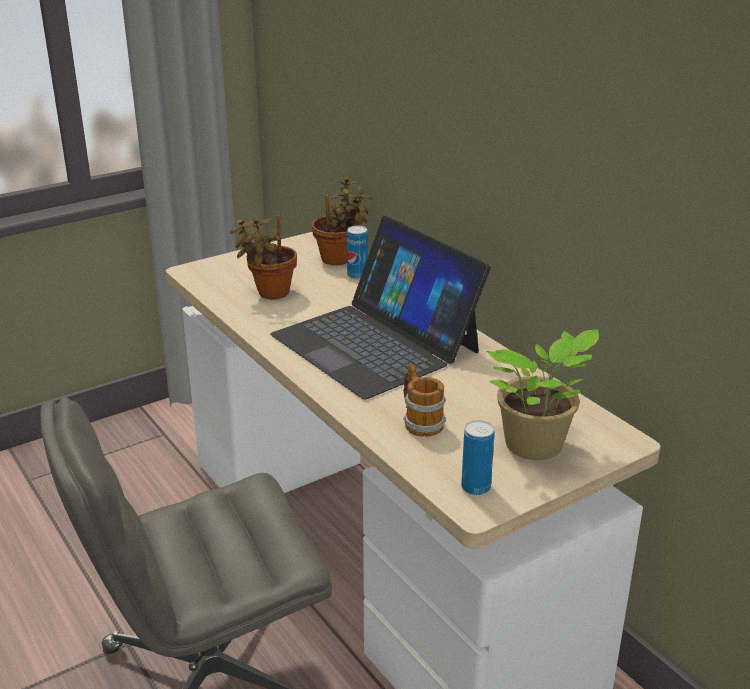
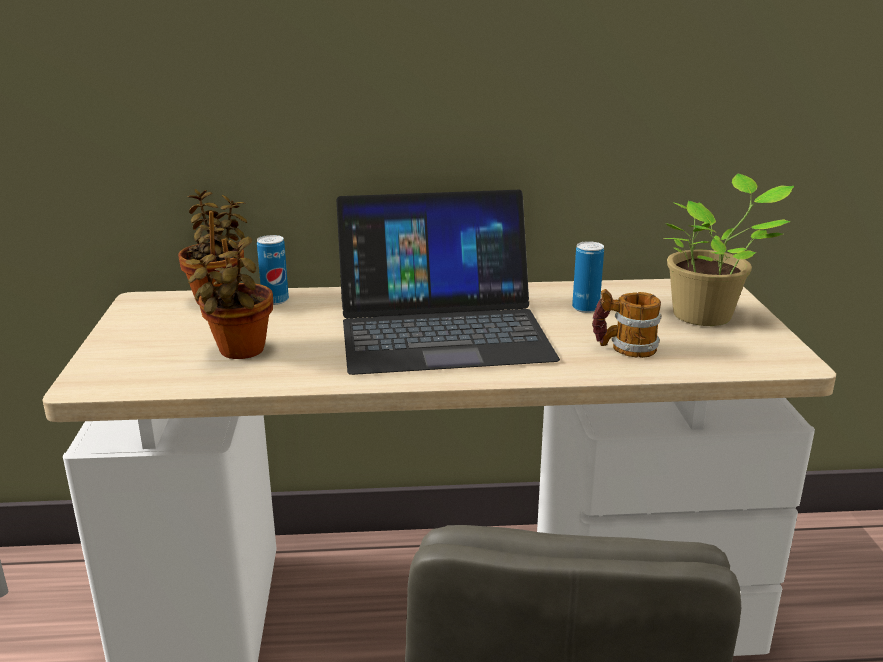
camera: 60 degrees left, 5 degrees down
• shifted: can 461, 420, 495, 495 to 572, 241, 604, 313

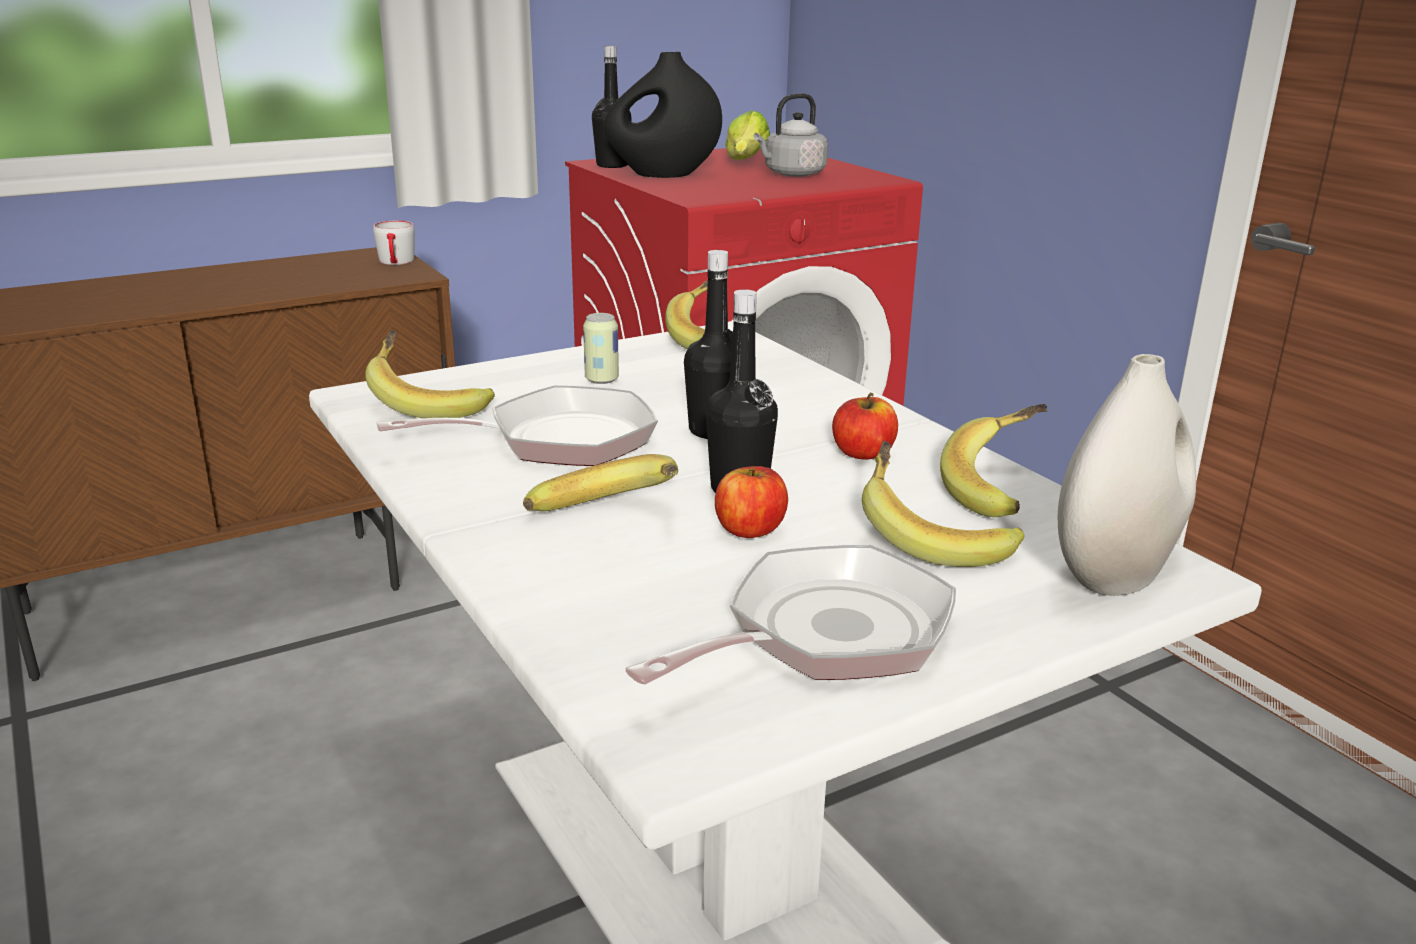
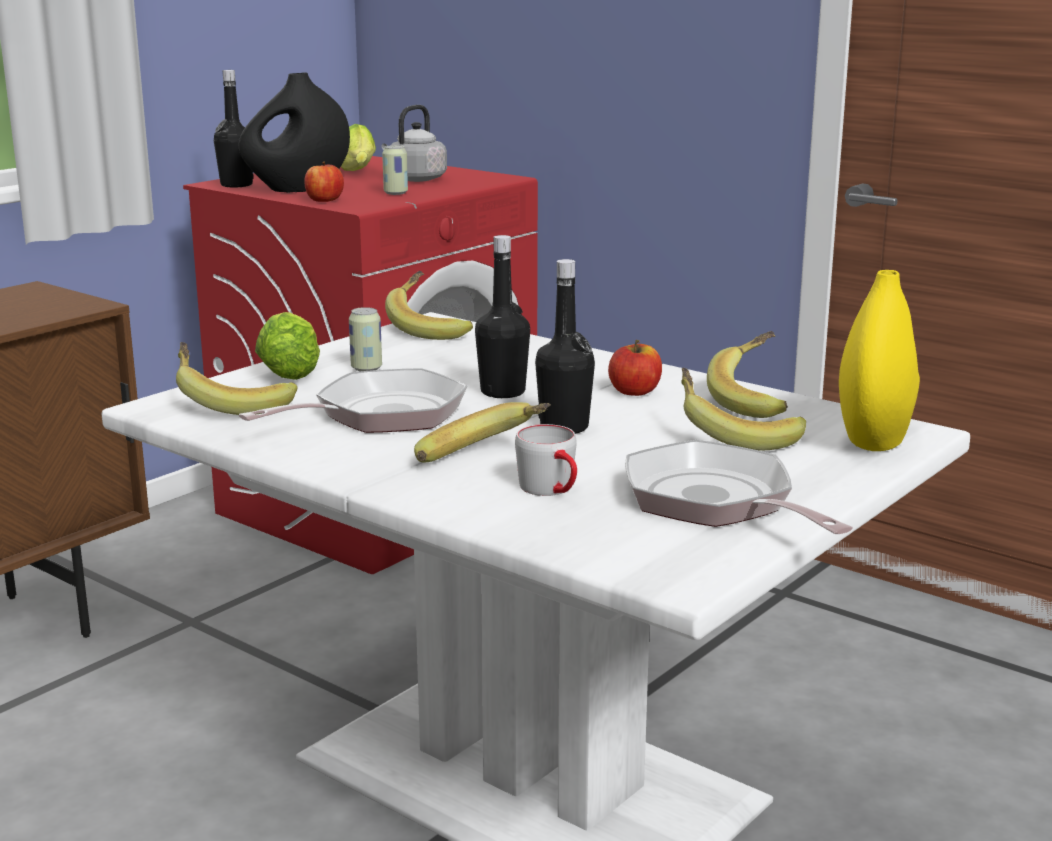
camera: 20 degrees left, 5 degrees down
• new: lettuce 255, 312, 320, 380
• shifted: apple 715, 466, 788, 538 to 304, 161, 344, 202
• new: can 382, 145, 408, 195
• shifted: mug (grey) 373, 221, 415, 265 to 515, 424, 577, 496
• rotated: frying pan 625, 545, 956, 685 = 625, 440, 853, 534 60 degrees counterclockwise
• repainted: vase (white) 1058, 354, 1196, 596 to vase (yellow) 839, 270, 920, 451

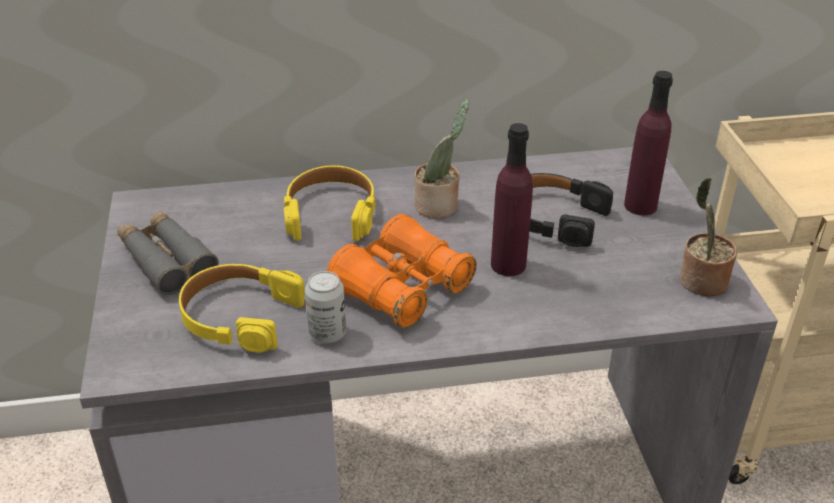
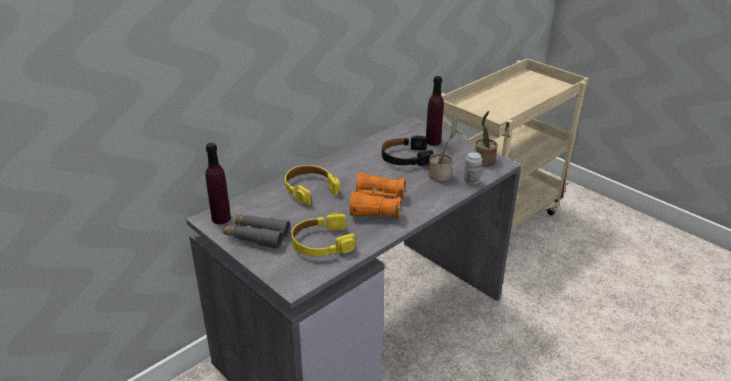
camera: 35 degrees left, 5 degrees down
• shifted: bottle (purple) 491, 123, 533, 276 to 206, 143, 231, 224
• shifted: potted plant 415, 99, 469, 218 to 428, 116, 457, 182
• shifted: can 305, 271, 346, 343 to 463, 152, 482, 185

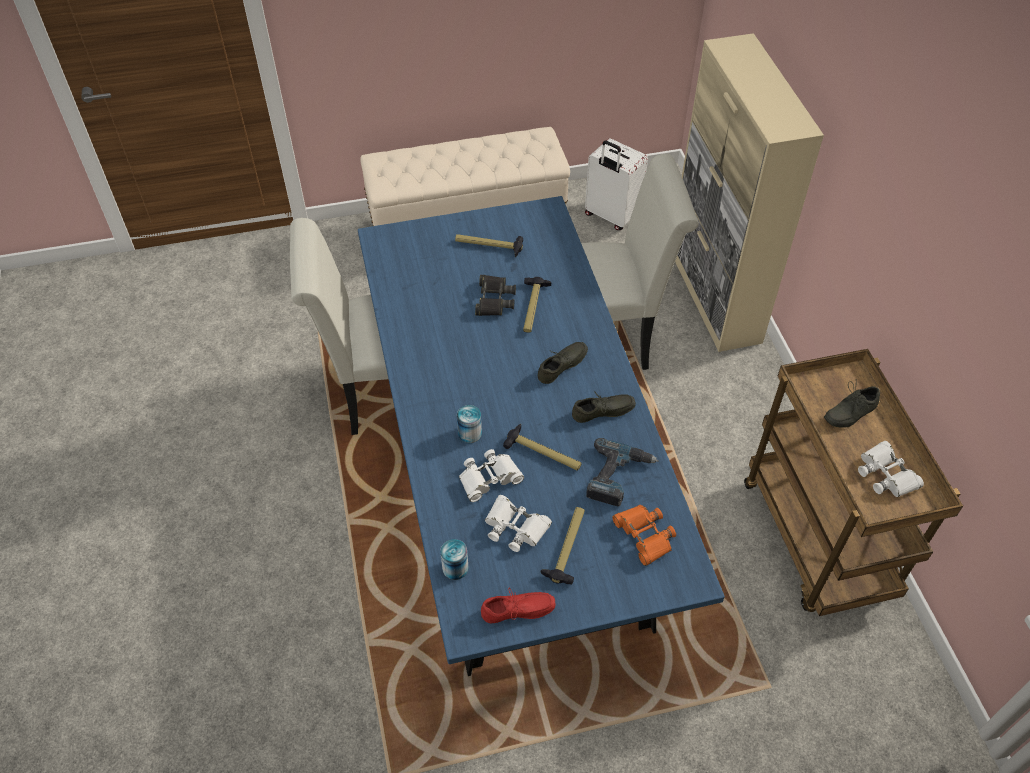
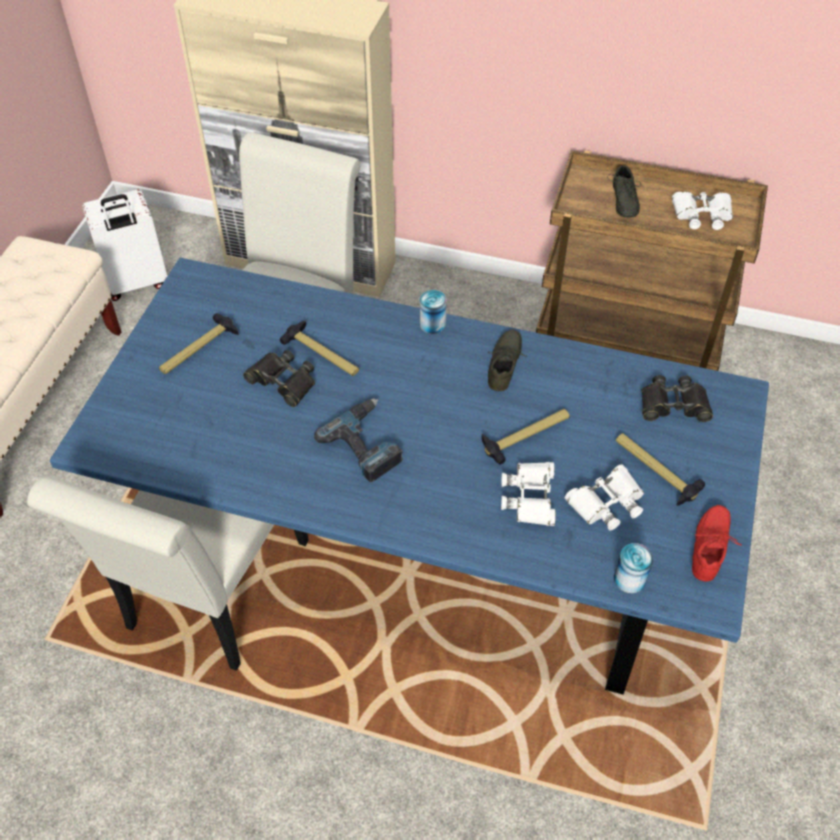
camera: 60 degrees left, 0 degrees up
• shifted: power drill 586, 438, 659, 507 to 314, 399, 403, 482
• shifted: can 457, 405, 482, 443 to 420, 290, 447, 334
• repainted: binoculars (orange) 612, 505, 676, 566 to binoculars (black) 642, 375, 713, 422
• gone: shoe (grey) 538, 342, 588, 384

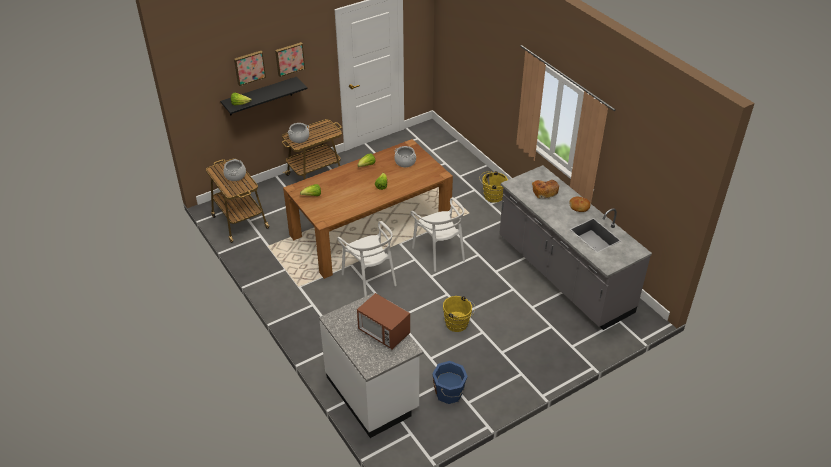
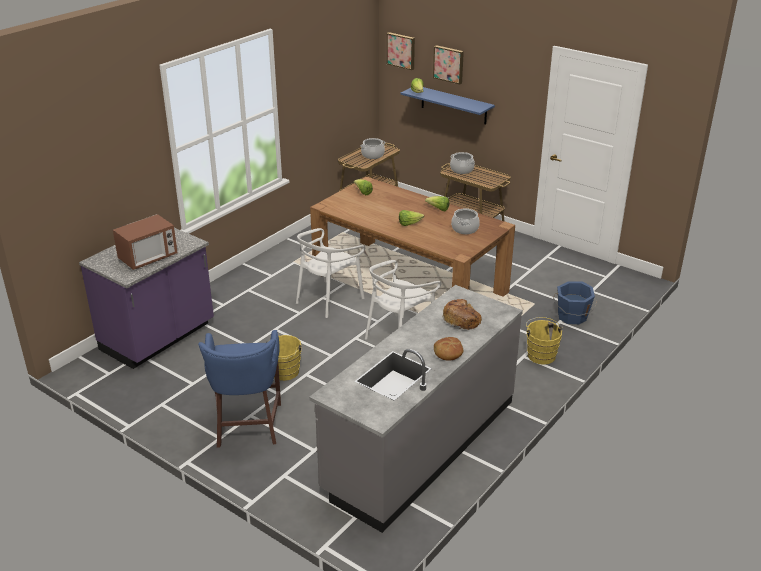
camera: 70 degrees right, 10 degrees down
• repainted: counter (white) 319, 293, 423, 438 to counter (purple) 79, 228, 214, 369
• rotated: microwave 357, 293, 410, 349 = 113, 214, 178, 270 150 degrees counterclockwise
• new: stool (blue) 198, 330, 281, 448
• shifted: picture 275, 42, 305, 77 to 387, 32, 415, 70
• repainted: shelf (black) 220, 77, 308, 116 to shelf (blue) 401, 87, 495, 125
• shifted: bucket (blue) 432, 361, 468, 404 to 553, 281, 597, 324

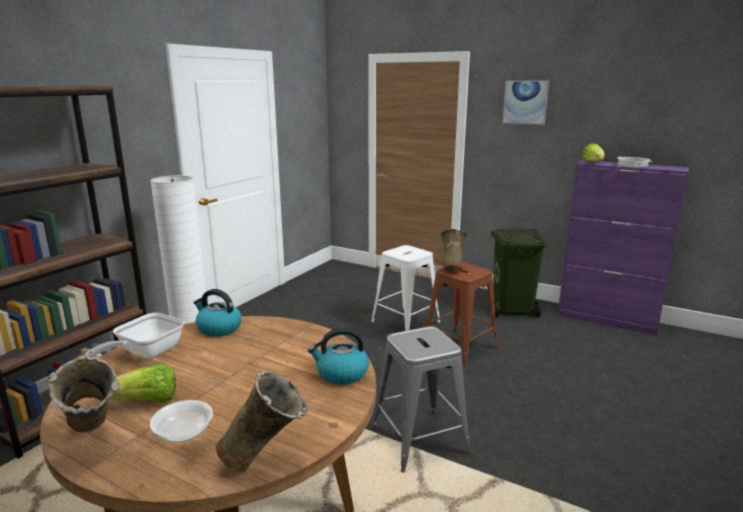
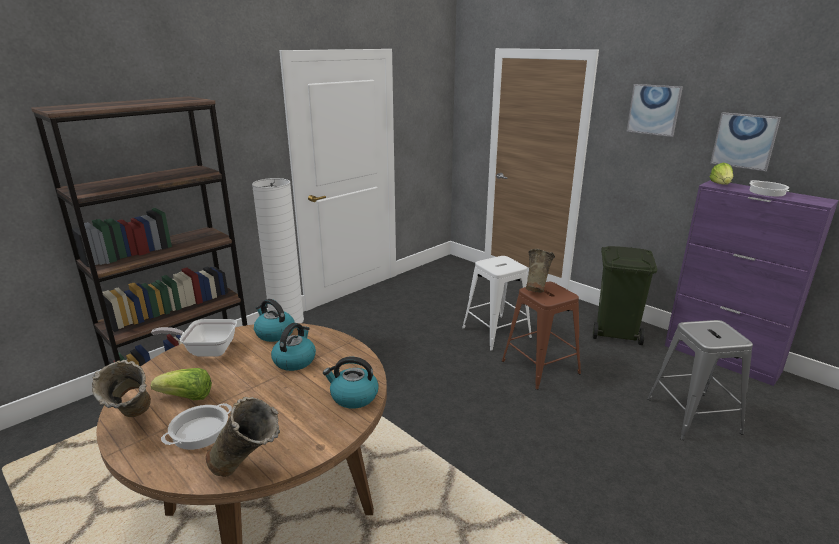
camera: 15 degrees right, 5 degrees up
• rotated: frying pan 85, 313, 184, 358 = 151, 319, 237, 357 45 degrees clockwise
• swapped: bowl 150, 400, 213, 442 to cooking pot 161, 403, 232, 450
• new: kettle 271, 323, 316, 371
• shifted: stool (grey) 372, 326, 471, 473 to 647, 320, 753, 440
• new: picture 710, 112, 781, 171

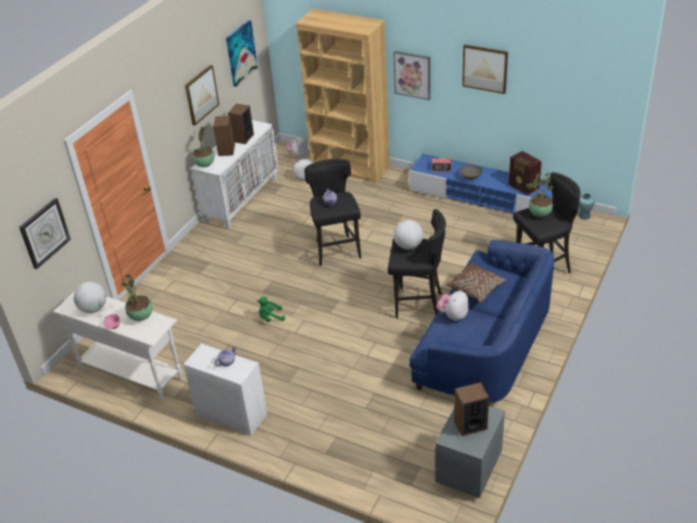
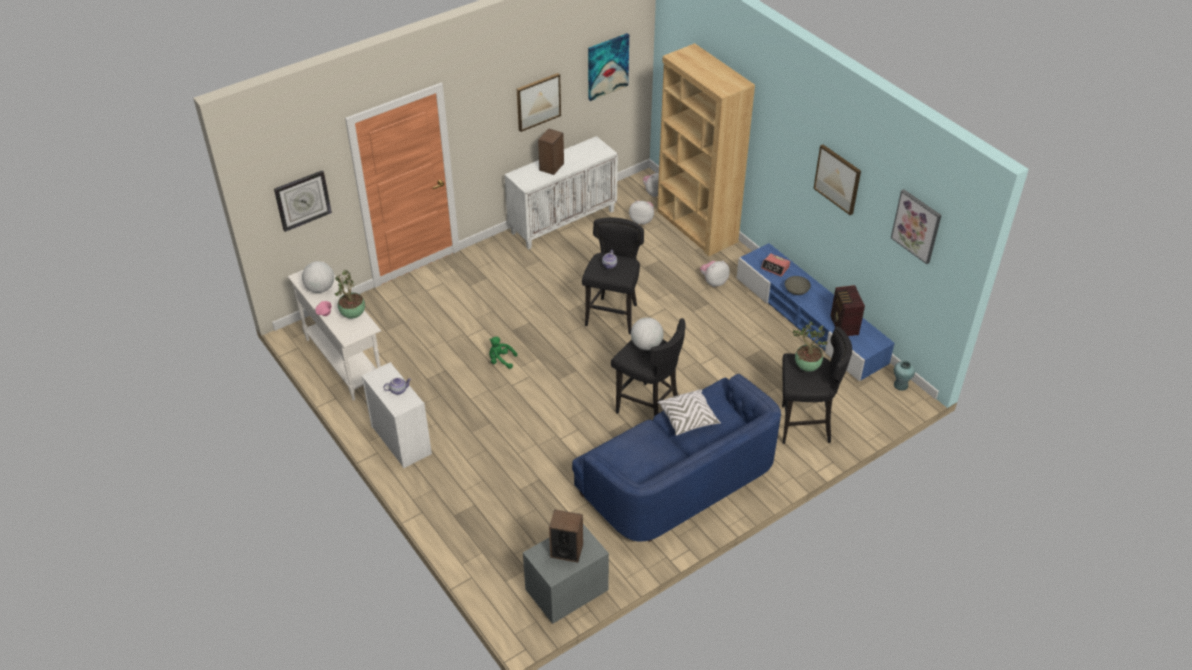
camera: 25 degrees right, 5 degrees up
• repainted: pillow (brown) 446, 263, 507, 303 to pillow (white) 657, 389, 721, 436
• shifted: plush toy 436, 290, 469, 321 to 700, 261, 730, 287
• shifted: picture 393, 51, 430, 100 to 891, 189, 942, 264
• gone: potted plant 193, 126, 214, 167
• gone: speaker 228, 104, 254, 144

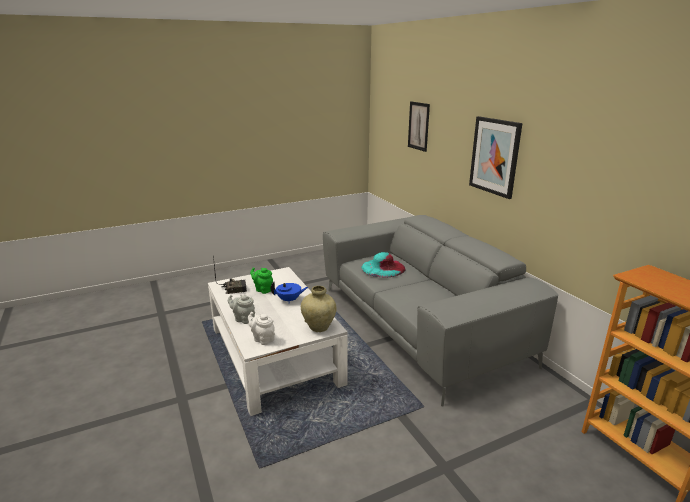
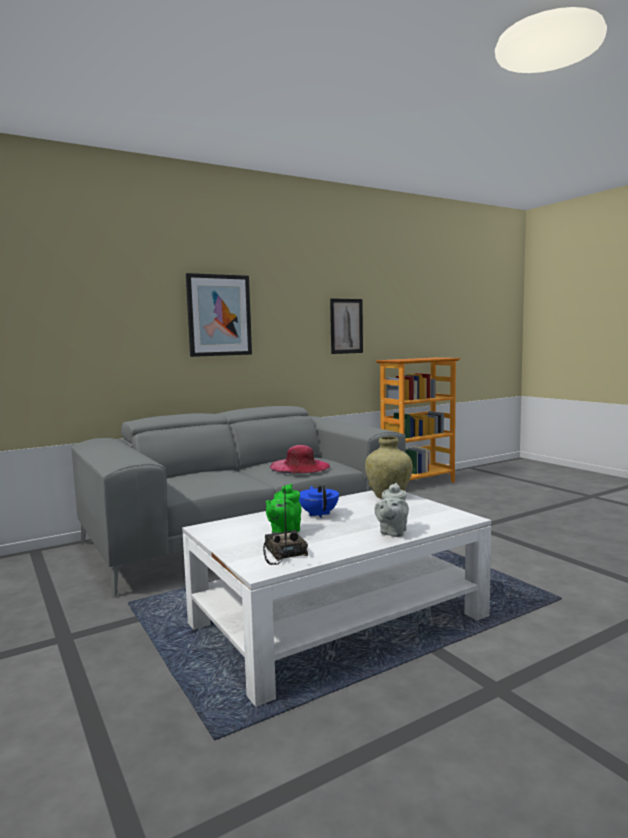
camera: 95 degrees left, 15 degrees down
• new: hat (pink) 270, 445, 330, 474
• shifted: picture 408, 101, 430, 152 to 330, 298, 363, 354
• gone: teapot (white) 248, 312, 275, 345
• gone: hat (turquoise) 361, 252, 406, 278

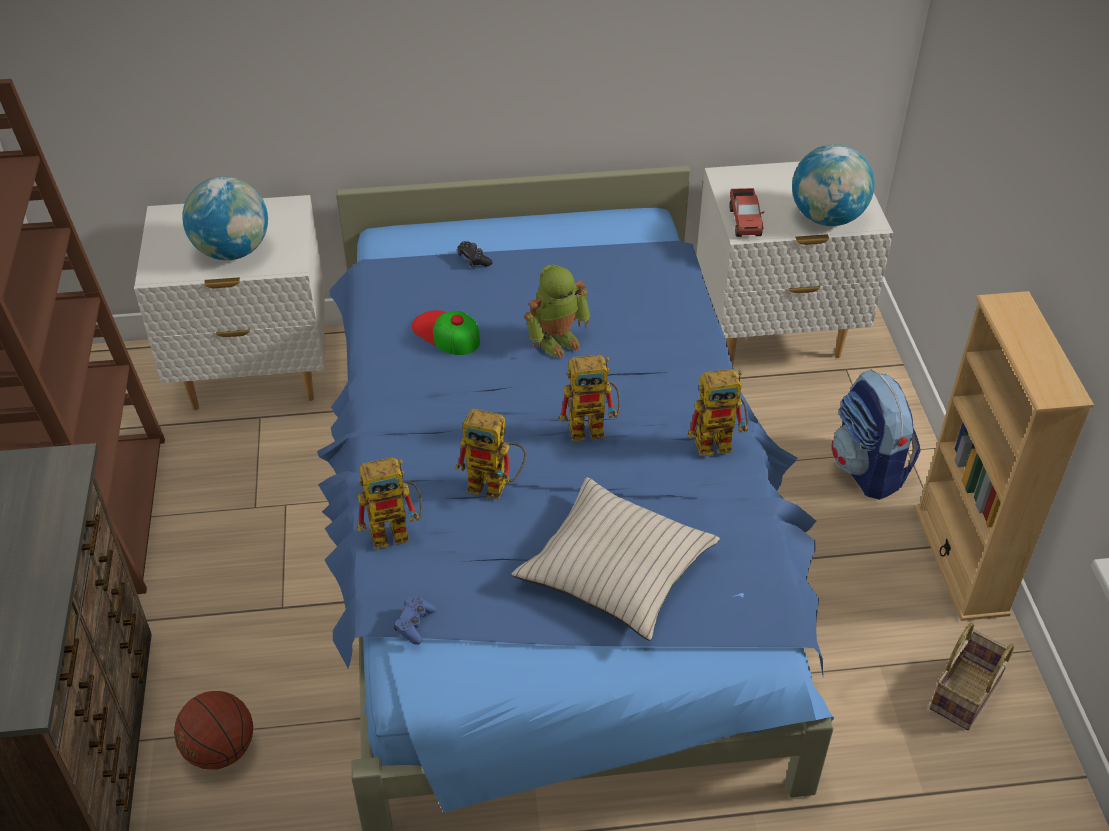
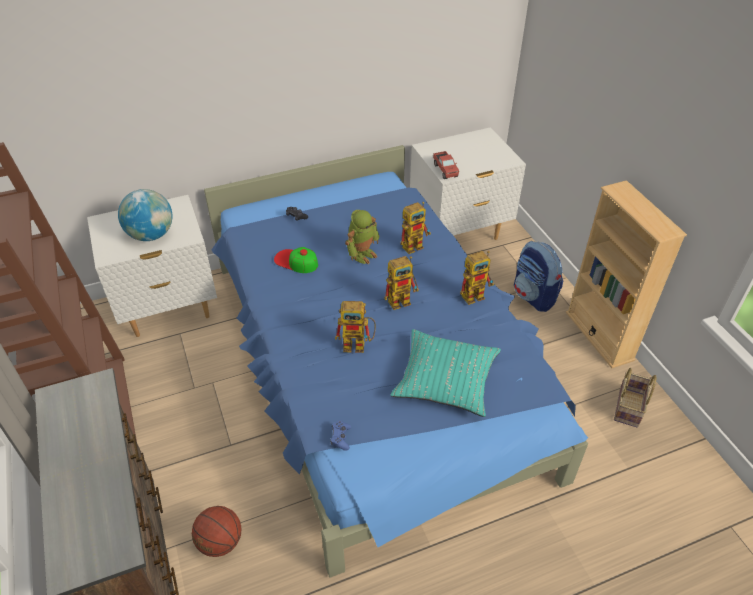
camera: 15 degrees left, 0 degrees up
• repainted: pillow (beige) 511, 477, 720, 641 to pillow (turquoise) 390, 329, 501, 417
• shifted: toy robot 357, 457, 422, 549 to 400, 202, 431, 254
• gone: globe 792, 144, 875, 226

